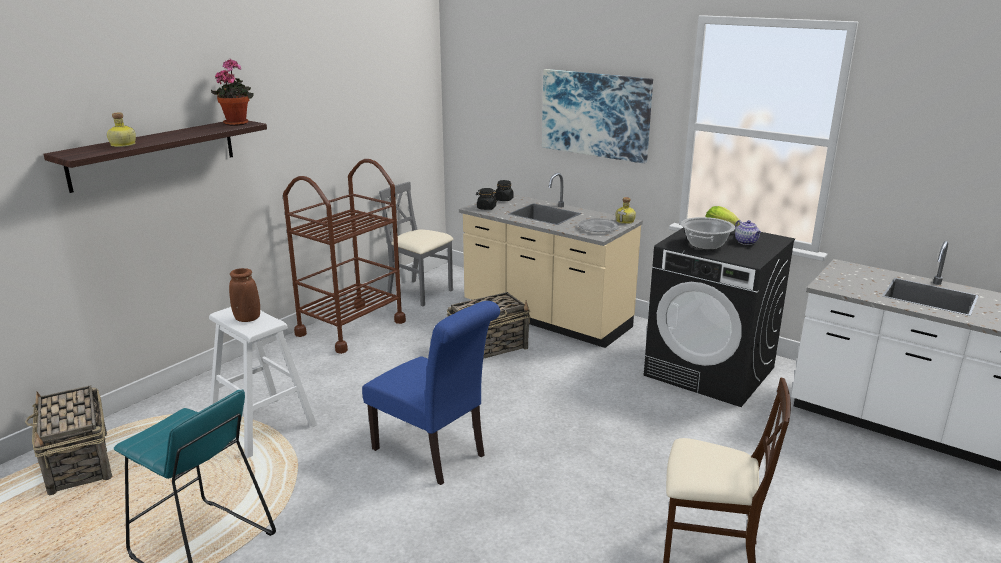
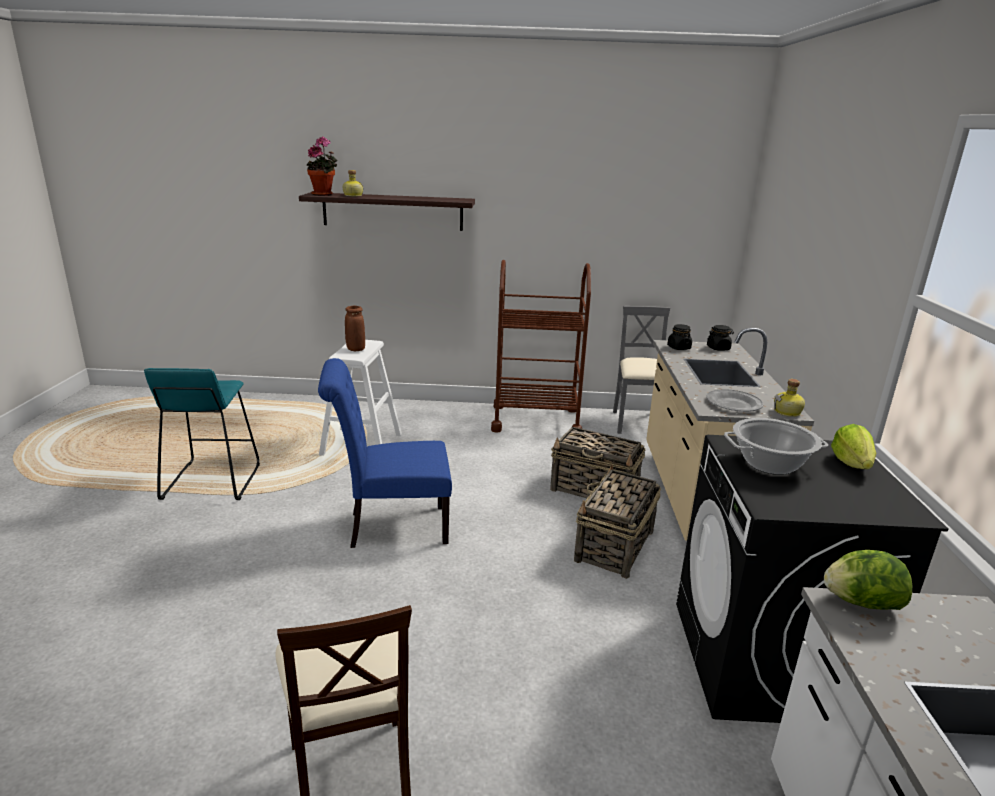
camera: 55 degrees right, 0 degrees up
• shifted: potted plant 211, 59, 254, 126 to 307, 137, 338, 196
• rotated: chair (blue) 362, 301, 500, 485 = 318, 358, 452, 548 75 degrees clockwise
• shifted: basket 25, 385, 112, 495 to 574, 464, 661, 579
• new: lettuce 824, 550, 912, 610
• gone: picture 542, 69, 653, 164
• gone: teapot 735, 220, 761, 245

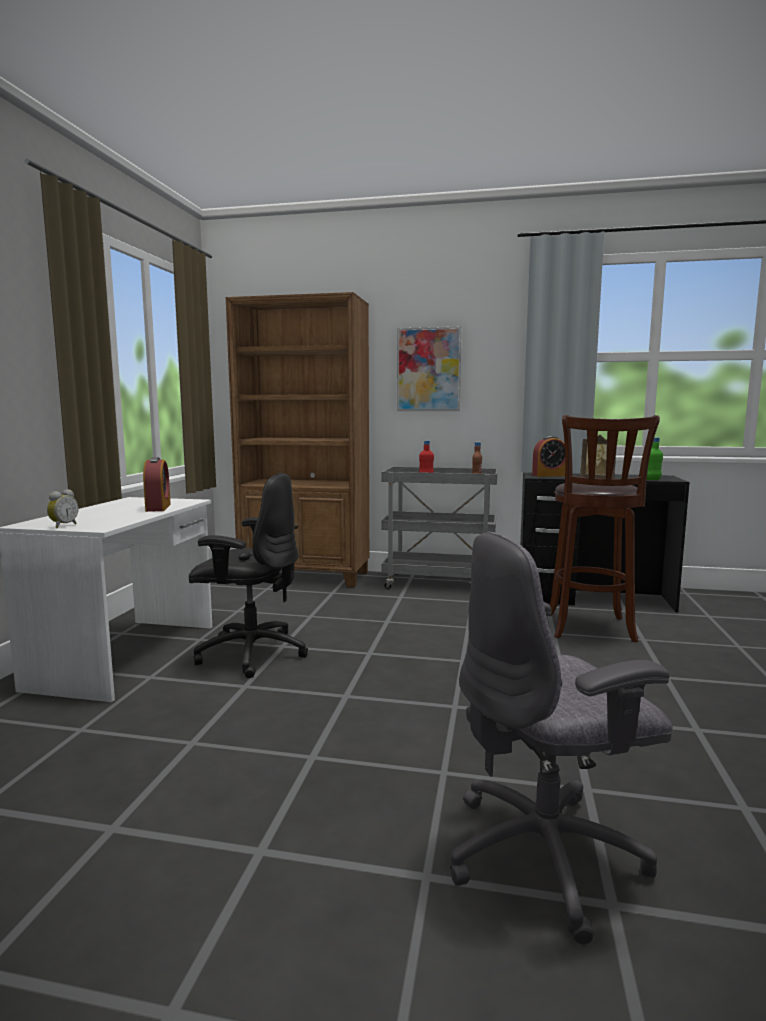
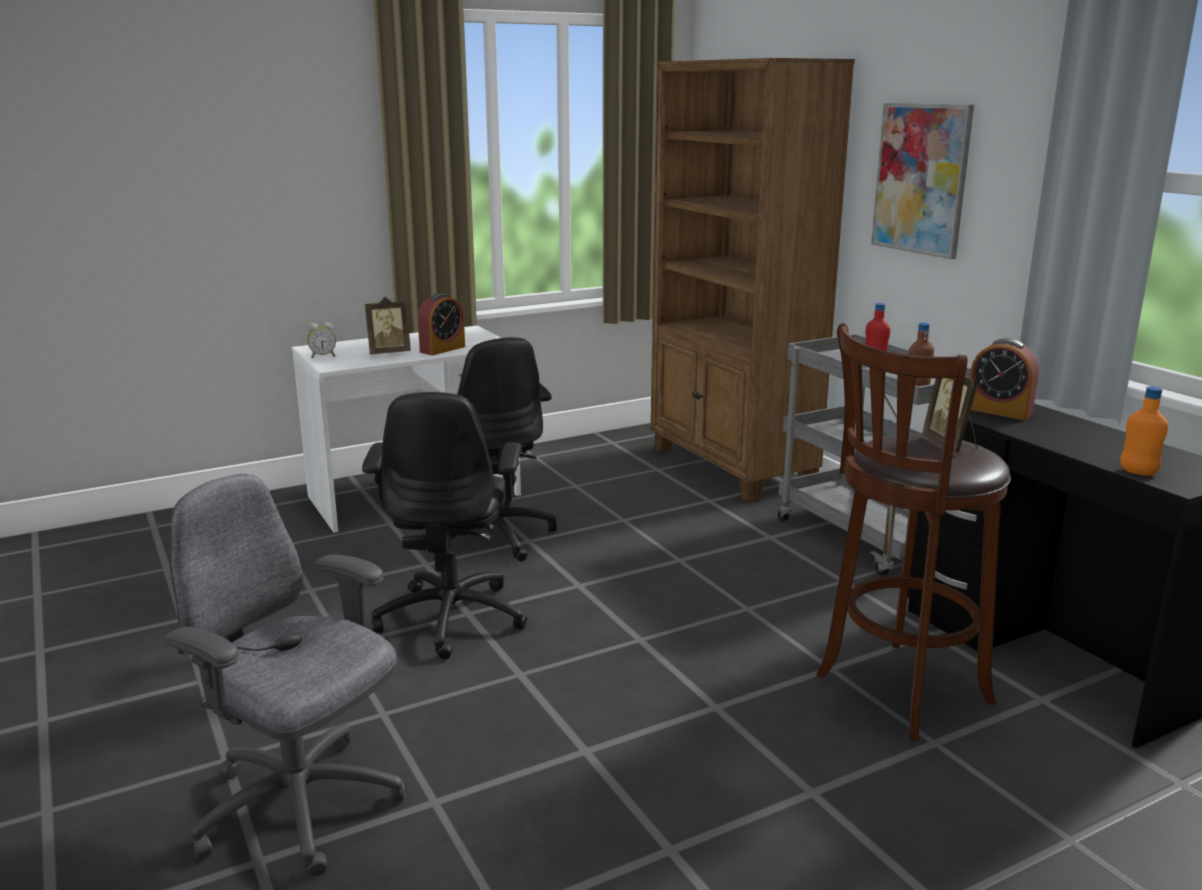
camera: 50 degrees right, 10 degrees up
• new: office chair (black) 362, 392, 527, 659
• new: picture frame 365, 297, 411, 354
• repainted: bottle (green) 647, 437, 663, 480 to bottle (orange) 1120, 386, 1168, 476

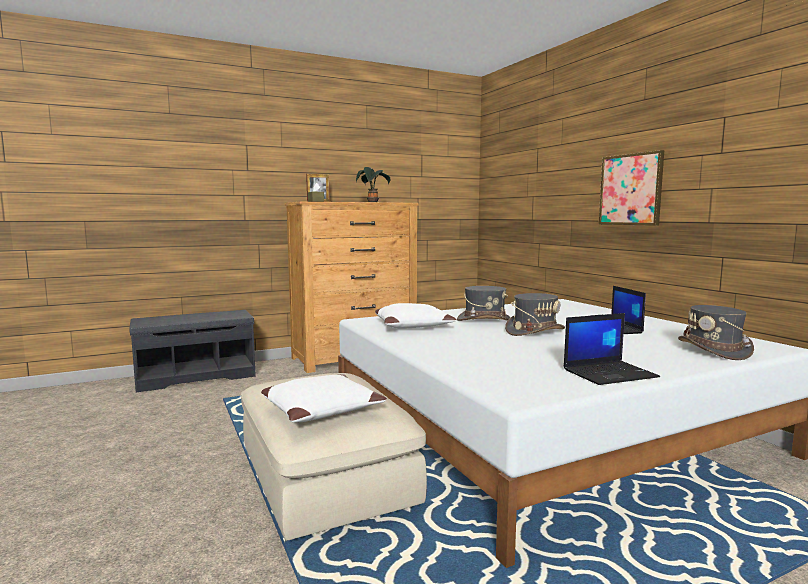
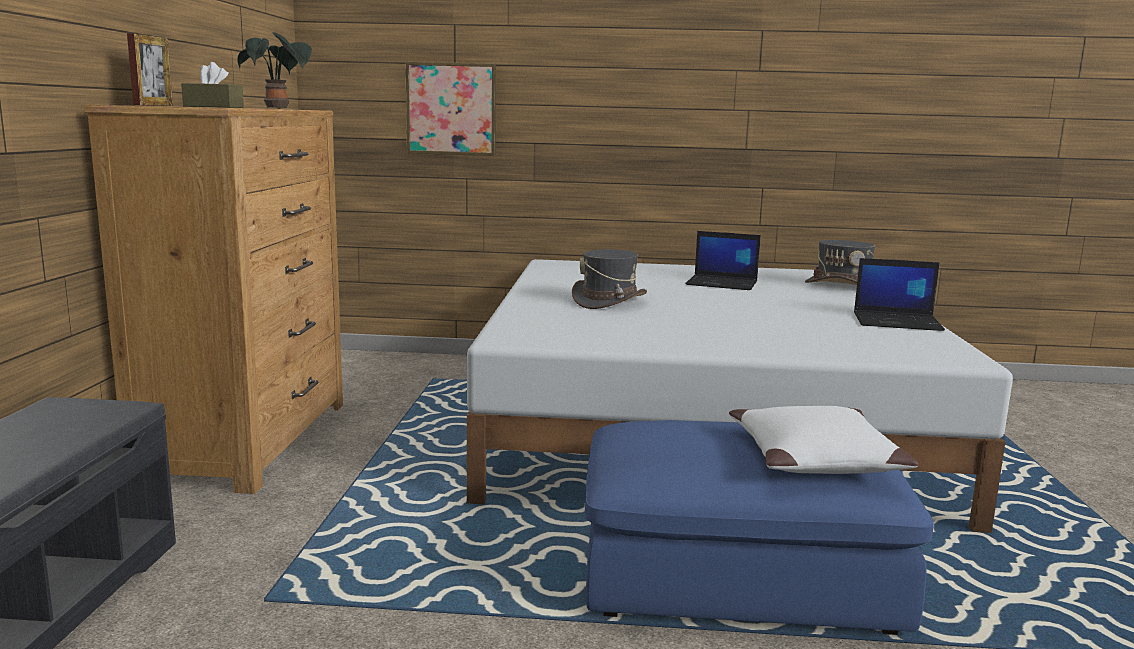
camera: 60 degrees left, 5 degrees up
• shifted: picture 599, 150, 664, 226 to 405, 62, 496, 156
• repainted: ottoman (beige) 241, 373, 427, 541 to ottoman (blue) 585, 420, 934, 635
• rotated: laptop 564, 313, 660, 385 = 854, 258, 945, 331 90 degrees clockwise
• gone: pillow (white) 375, 303, 456, 329
• gone: hat (grey) 505, 293, 565, 336

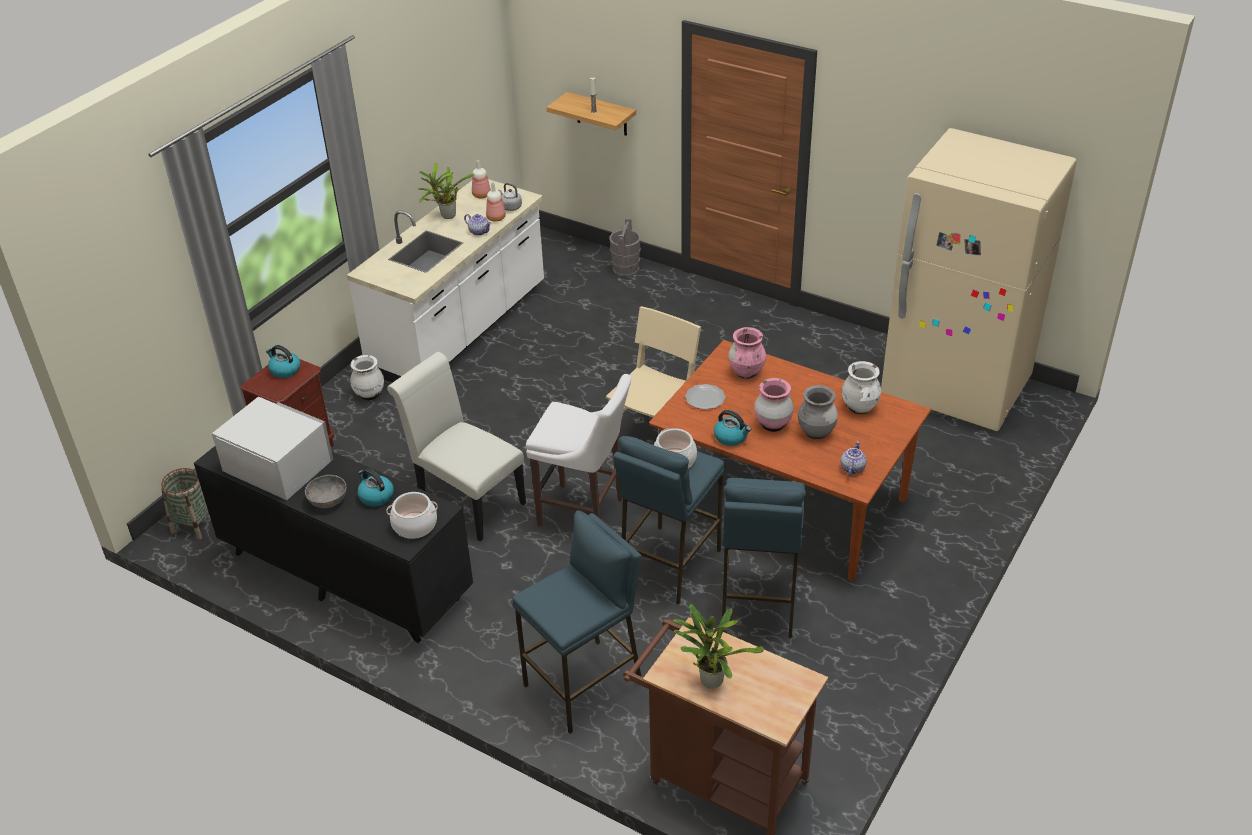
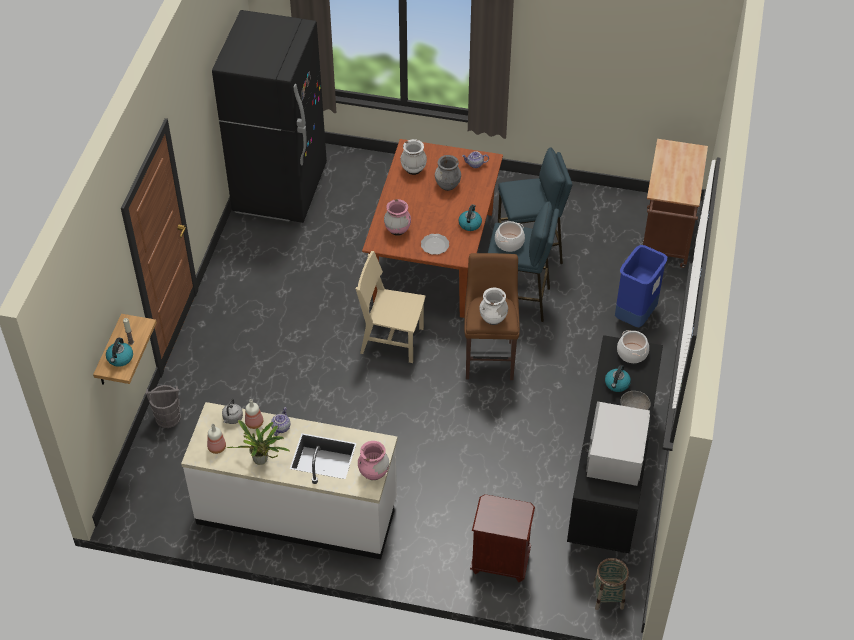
camera: 110 degrees left, 10 degrees up
• shifted: kettle 266, 345, 300, 378 to 106, 338, 133, 367
• repainted: fridge (beige) 881, 128, 1077, 431 to fridge (black) 212, 10, 327, 223
• shifted: vase (pink) 754, 378, 794, 432 to 358, 441, 389, 480
• repainted: stool (white) 526, 374, 631, 526 to stool (brown) 464, 253, 520, 380
• shifted: vase (white) 350, 355, 384, 400 to 480, 288, 508, 325
• swapped: stool (blue) 512, 510, 642, 734 to trash can (blue) 615, 245, 667, 327
• gone: chair (white) 387, 352, 526, 541
• gone: potted plant 673, 604, 764, 689

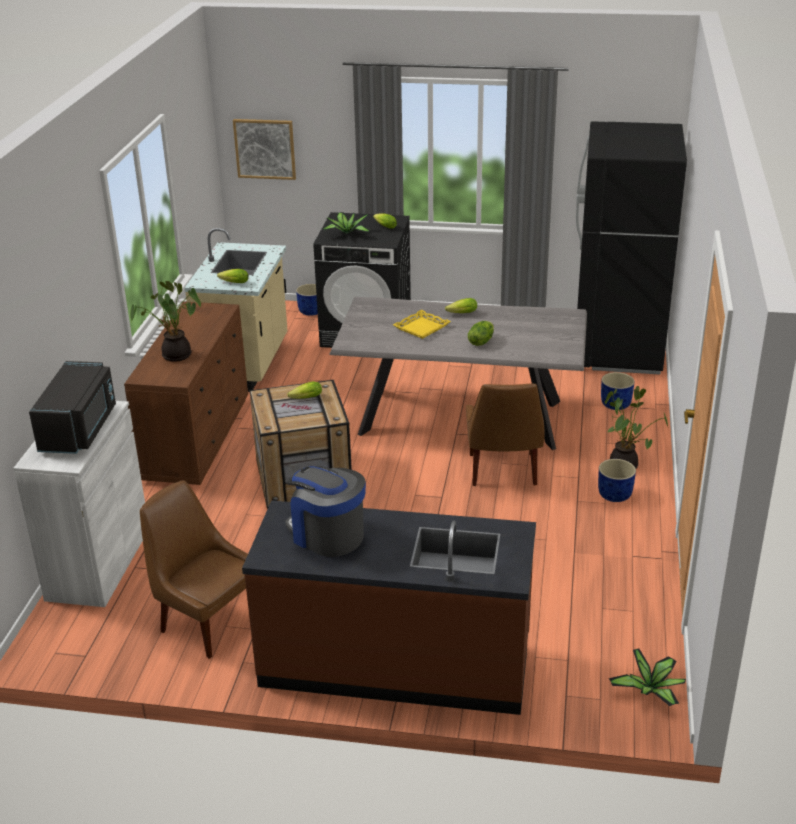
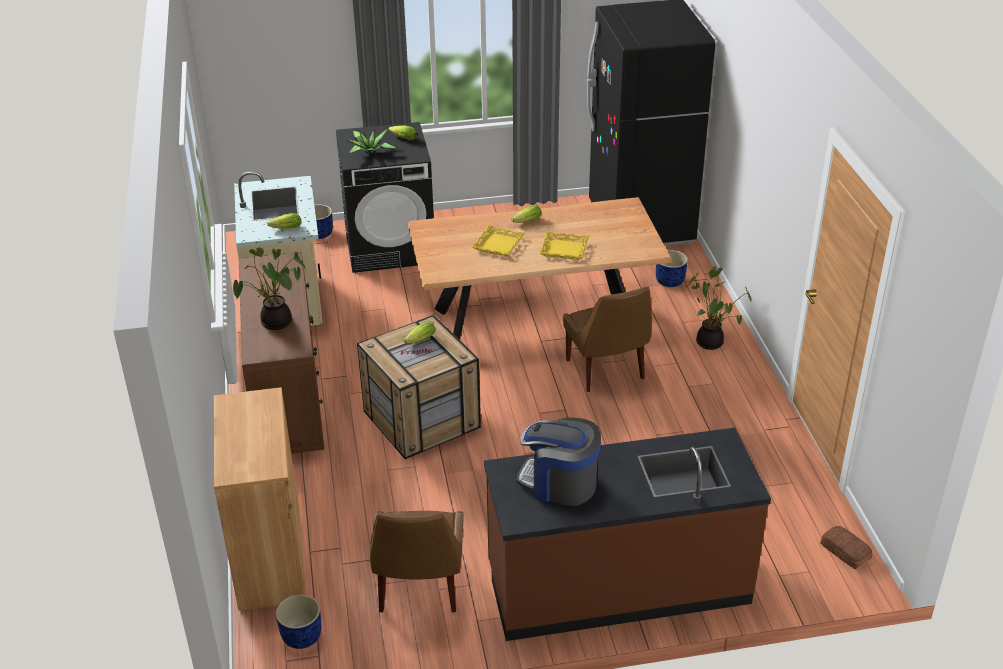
camera: 20 degrees left, 5 degrees up
• repainted: cabinet (white) 13, 401, 145, 607 to cabinet (brown) 214, 387, 306, 611
• shifted: planter (blue) 598, 459, 636, 502 to 276, 594, 321, 649
• rotated: chair (brown) 140, 480, 248, 659 = 370, 511, 464, 613 105 degrees counterclockwise
• repainted: dining table (grey) 329, 297, 587, 450 to dining table (brown) 408, 197, 672, 340
• swapped: lettuce 468, 321, 494, 346 to tray (yellow) 539, 232, 589, 260
• swapped: potted plant 608, 649, 686, 706 to bread 820, 526, 872, 569
• gone: microwave (black) 29, 361, 116, 454
• gone: picture 233, 119, 296, 180

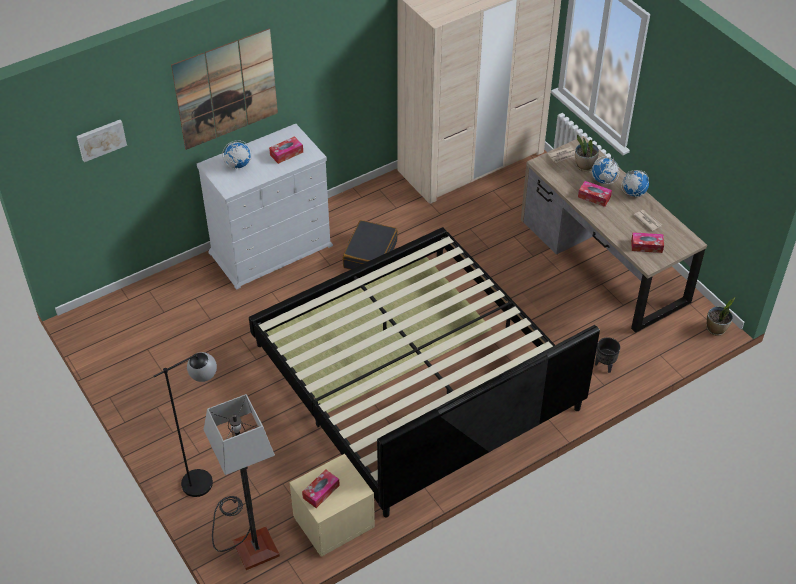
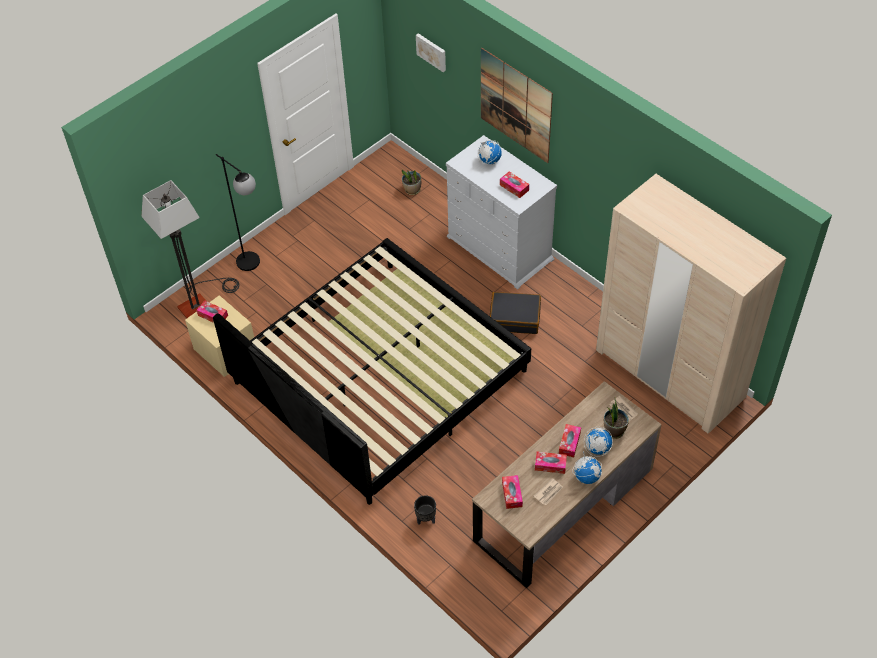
camera: 80 degrees right, 5 degrees up
• shifted: potted plant 706, 297, 736, 336 to 402, 170, 421, 195
• new: tissue box 535, 452, 567, 474

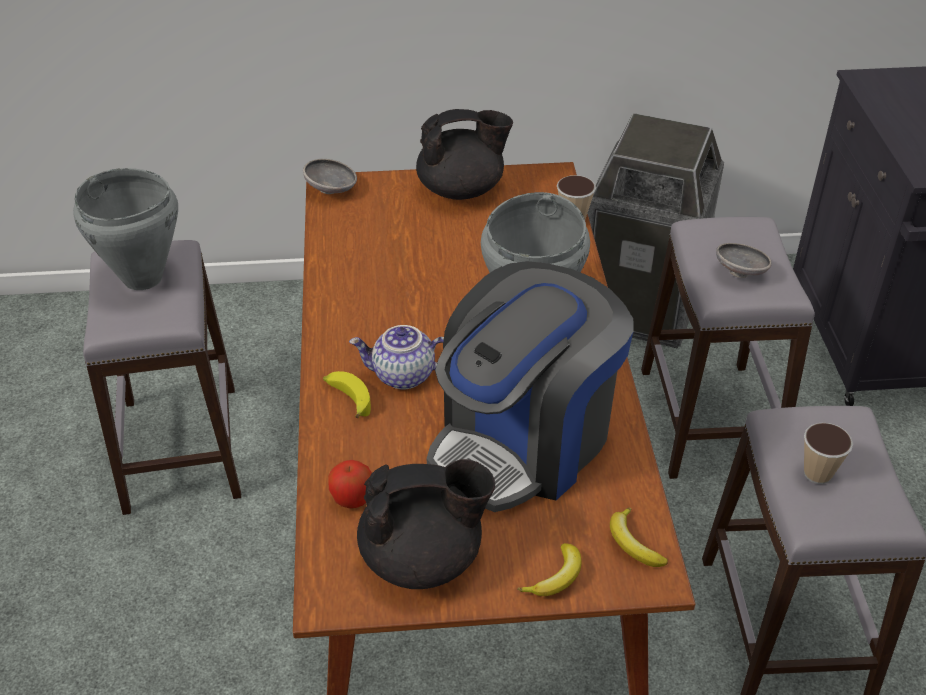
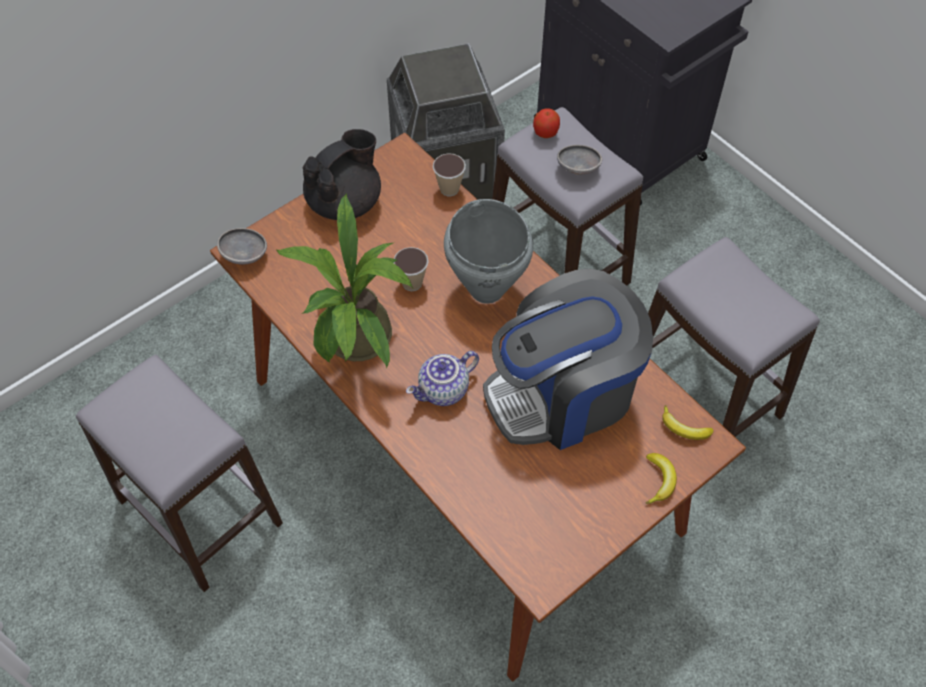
camera: 35 degrees left, 15 degrees up
• new: potted plant 276, 194, 413, 369
• shifted: cup 804, 423, 853, 484 to 394, 247, 429, 291
• rotated: coffee machine 427, 261, 634, 512 = 483, 268, 653, 450 60 degrees clockwise
• shifted: apple 328, 460, 372, 508 to 533, 108, 560, 138
• gone: cooking pot (grey) 73, 168, 178, 290
• gone: banana 323, 371, 371, 418
• gone: teapot (black) 357, 459, 495, 589

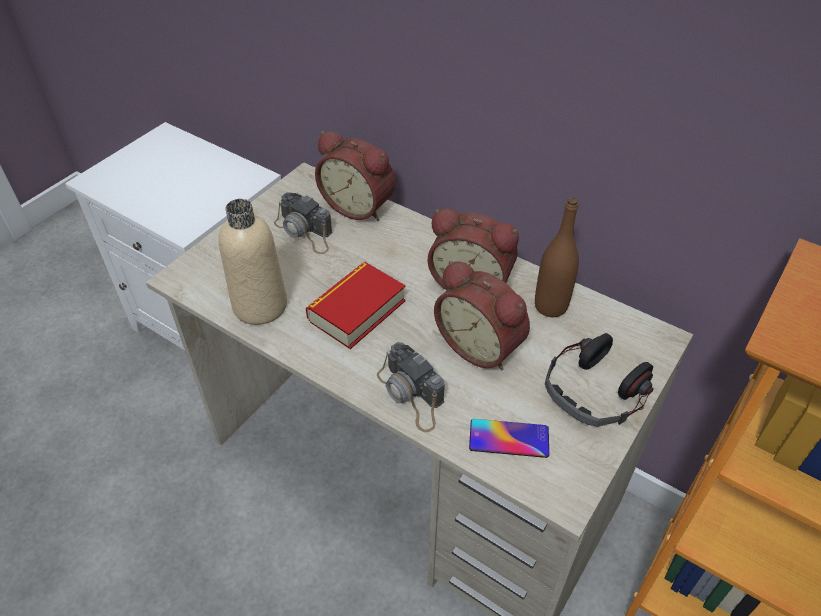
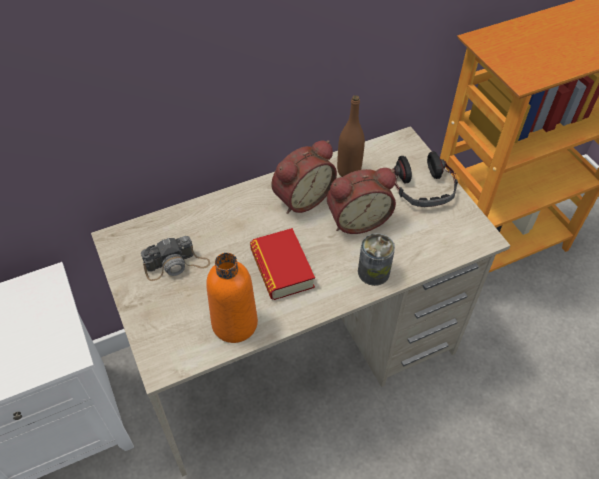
camera: 60 degrees left, 5 degrees up
• repainted: bottle (beige) 219, 199, 287, 325 to bottle (orange) 206, 253, 258, 343
• swapped: photo camera 377, 342, 445, 432 to can 358, 233, 395, 286
• gone: alarm clock 315, 131, 395, 221
• gone: phone 469, 419, 549, 458

